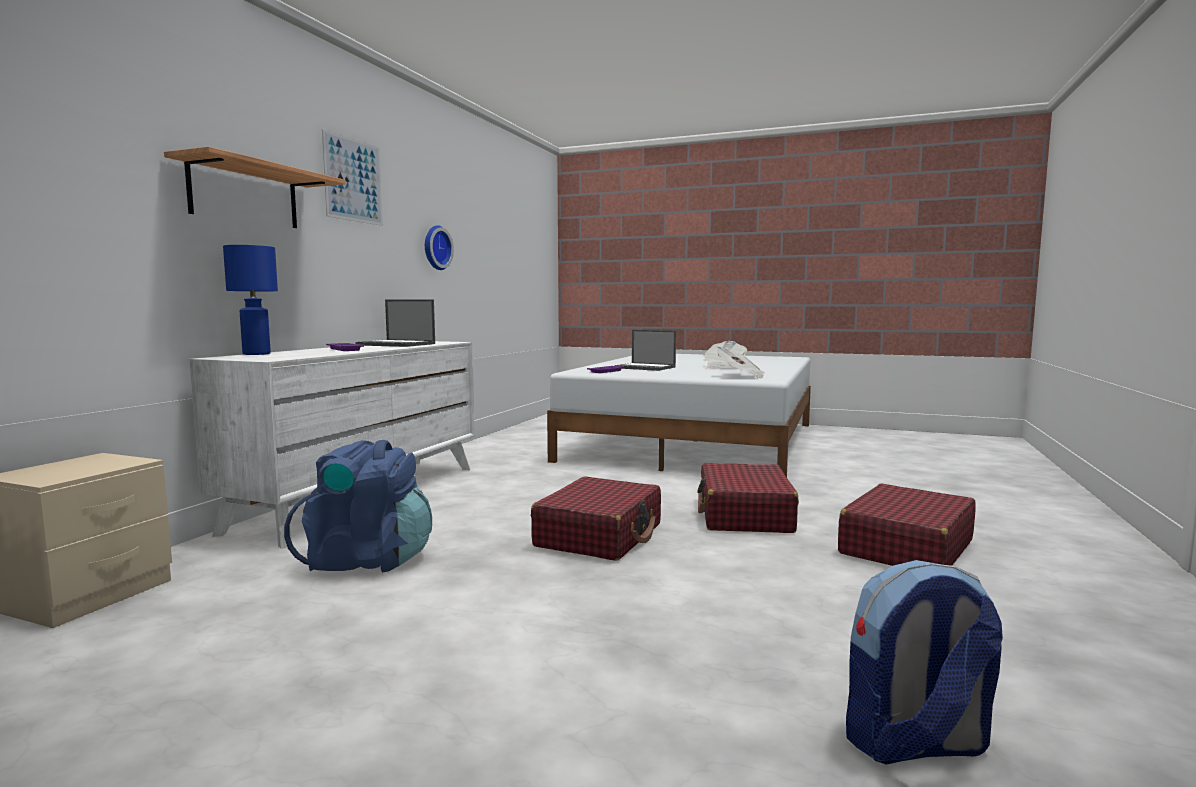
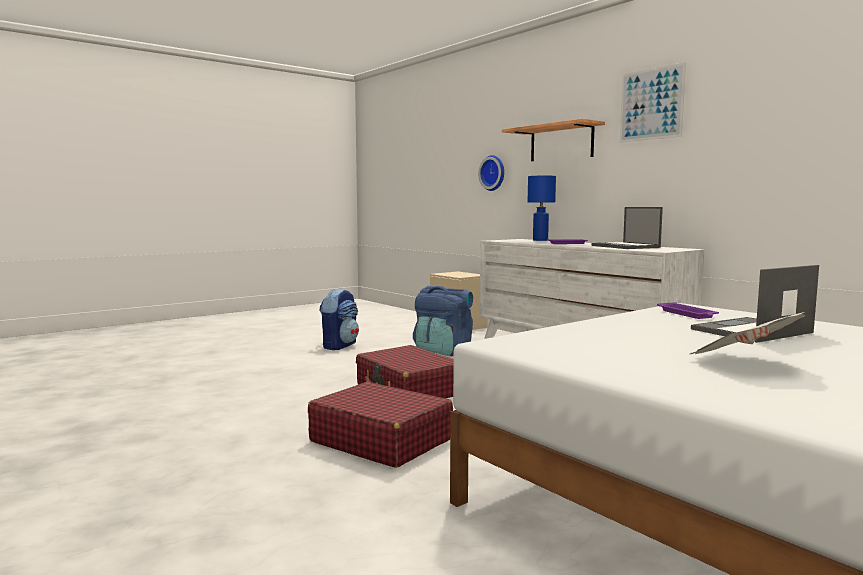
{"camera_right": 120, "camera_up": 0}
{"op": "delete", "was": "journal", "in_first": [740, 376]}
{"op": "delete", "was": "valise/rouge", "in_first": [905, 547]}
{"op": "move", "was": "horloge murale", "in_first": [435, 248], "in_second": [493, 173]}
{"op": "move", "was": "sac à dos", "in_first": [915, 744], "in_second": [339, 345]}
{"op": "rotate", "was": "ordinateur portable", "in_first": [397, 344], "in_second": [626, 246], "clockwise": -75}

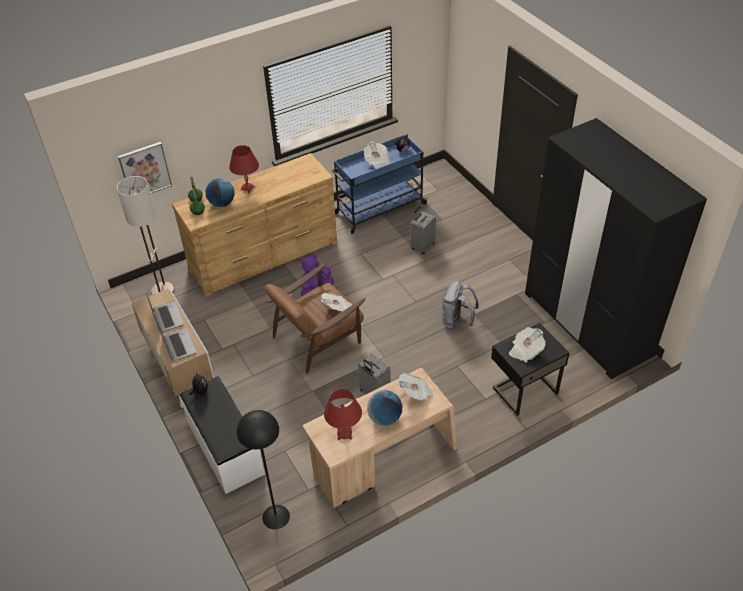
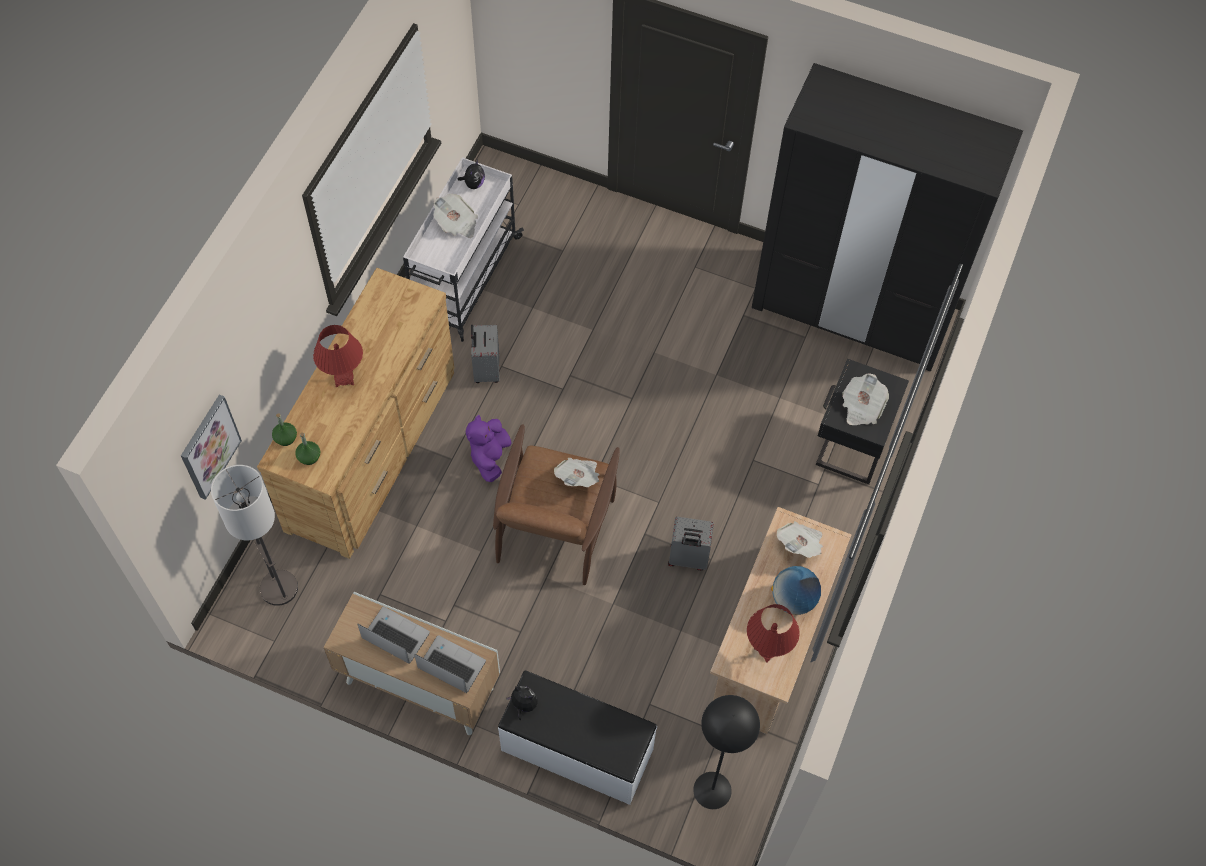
{"camera_right": -40, "camera_up": 15}
{"op": "delete", "was": "globe", "in_first": [222, 203]}
{"op": "delete", "was": "sac à dos/gris", "in_first": [457, 321]}
{"op": "move", "was": "valise/gris", "in_first": [422, 246], "in_second": [485, 370]}
{"op": "recolor", "was": "chariot/bleu", "now": "chariot/blanc", "in_first": [379, 209], "in_second": [464, 280]}

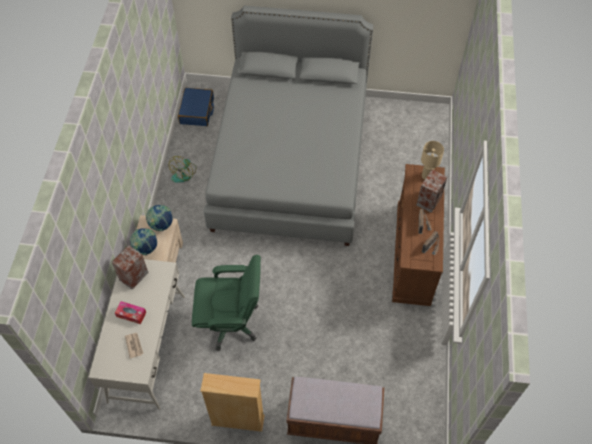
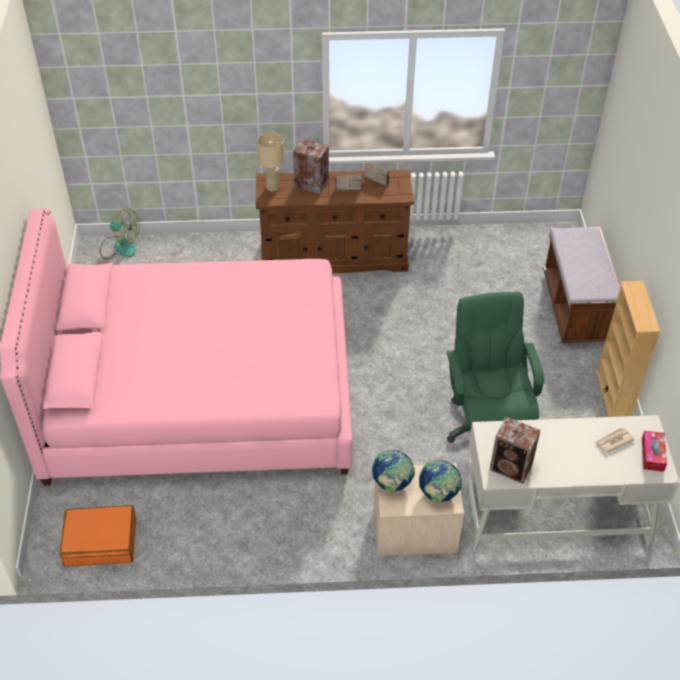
{"camera_right": -100, "camera_up": -10}
{"op": "move", "was": "boîte à mouchoirs", "in_first": [131, 314], "in_second": [652, 454]}
{"op": "move", "was": "ventilateur", "in_first": [184, 173], "in_second": [120, 246]}
{"op": "recolor", "was": "valise/bleu", "now": "valise/orange", "in_first": [197, 111], "in_second": [101, 542]}
{"op": "recolor", "was": "lit/gris", "now": "lit/rose", "in_first": [290, 161], "in_second": [200, 396]}

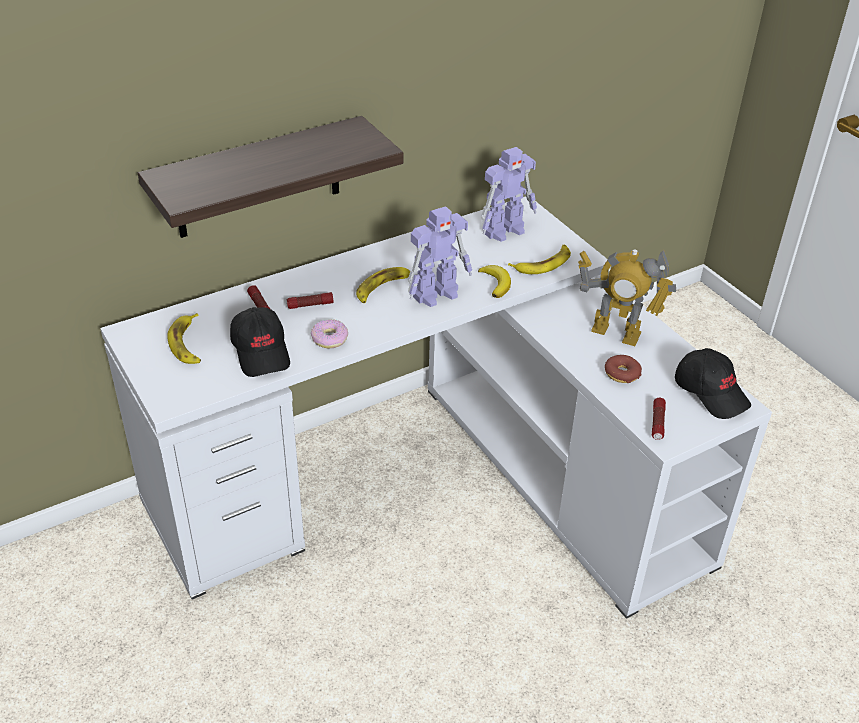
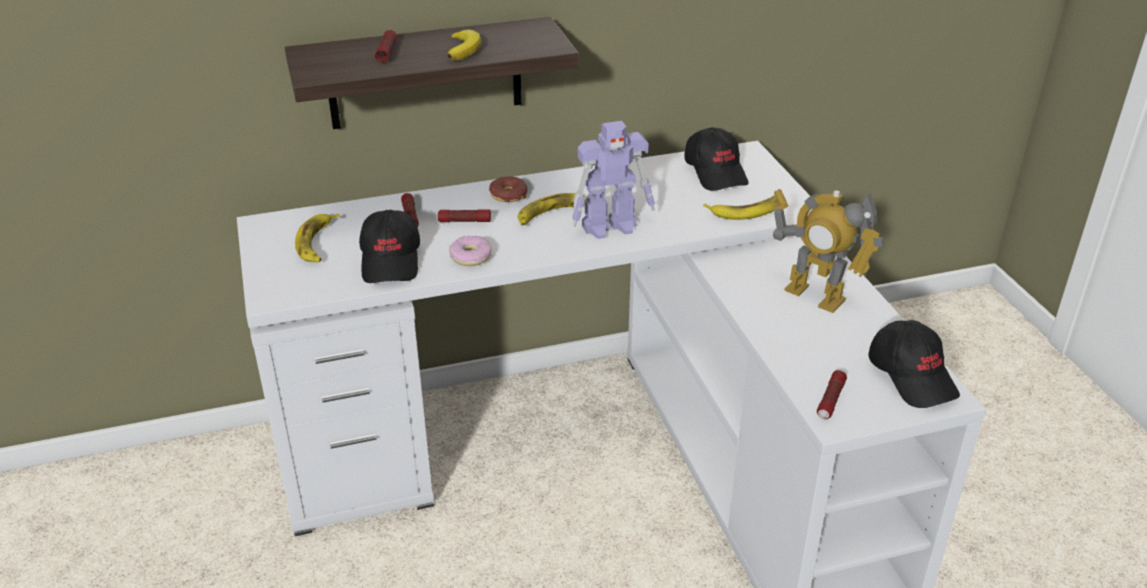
{"camera_right": 15, "camera_up": -5}
{"op": "insert", "now": "lampe de poche", "in_second": [386, 52]}
{"op": "move", "was": "banane", "in_first": [496, 283], "in_second": [464, 49]}
{"op": "move", "was": "beignet", "in_first": [621, 374], "in_second": [508, 195]}
{"op": "replace", "was": "robot jouet", "now": "casquette/noir", "in_first": [505, 230], "in_second": [716, 172]}

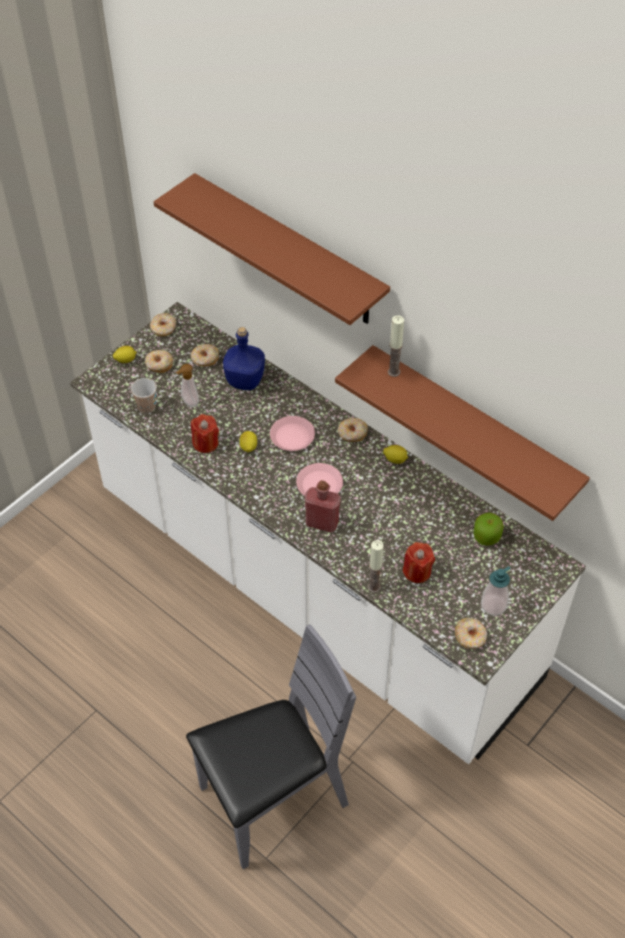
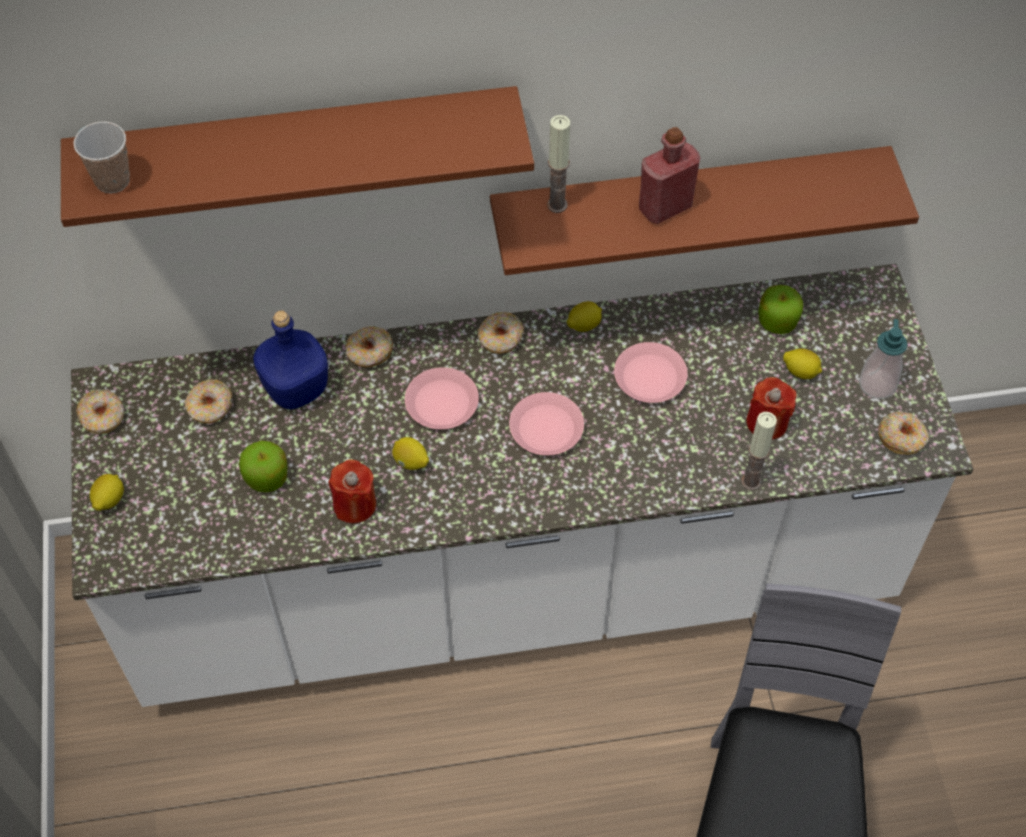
{"camera_right": -50, "camera_up": 5}
{"op": "insert", "now": "assiette/rose", "in_second": [649, 377]}
{"op": "insert", "now": "citron", "in_second": [800, 371]}
{"op": "move", "was": "tasse", "in_first": [146, 407], "in_second": [112, 181]}
{"op": "move", "was": "beignet", "in_first": [159, 365], "in_second": [369, 352]}
{"op": "move", "was": "bouteille/rouge", "in_first": [322, 523], "in_second": [665, 207]}
{"op": "replace", "was": "distributeur de savon", "now": "pomme", "in_first": [189, 403], "in_second": [266, 477]}

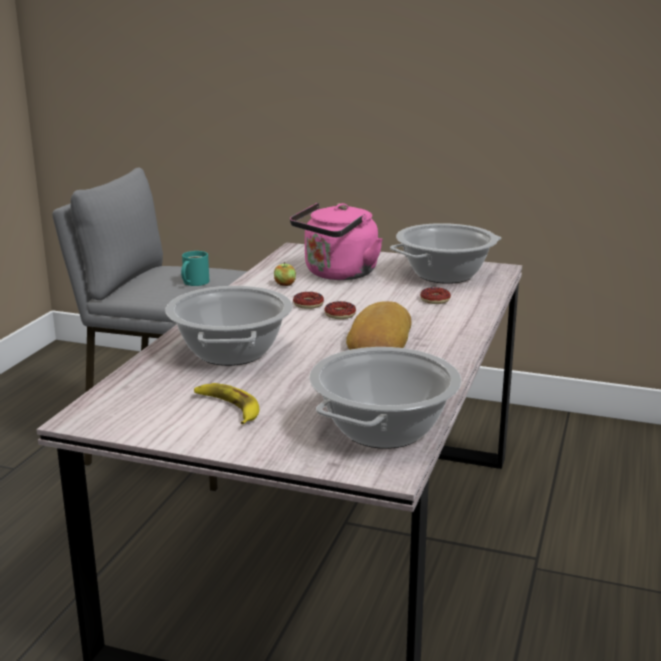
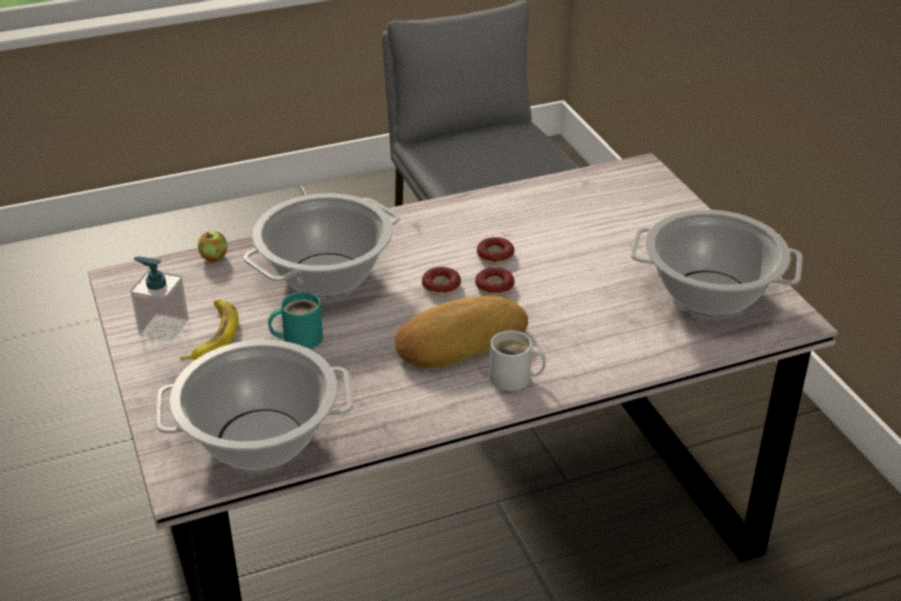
{"camera_right": 50, "camera_up": 15}
{"op": "delete", "was": "bouilloire/rose", "in_first": [338, 274]}
{"op": "insert", "now": "distributeur de savon", "in_second": [163, 327]}
{"op": "insert", "now": "mug/blanc", "in_second": [514, 379]}
{"op": "move", "was": "mug/turquoise", "in_first": [194, 282], "in_second": [299, 337]}
{"op": "move", "was": "pomme", "in_first": [285, 284], "in_second": [214, 257]}
{"op": "move", "was": "beignet", "in_first": [435, 300], "in_second": [441, 286]}

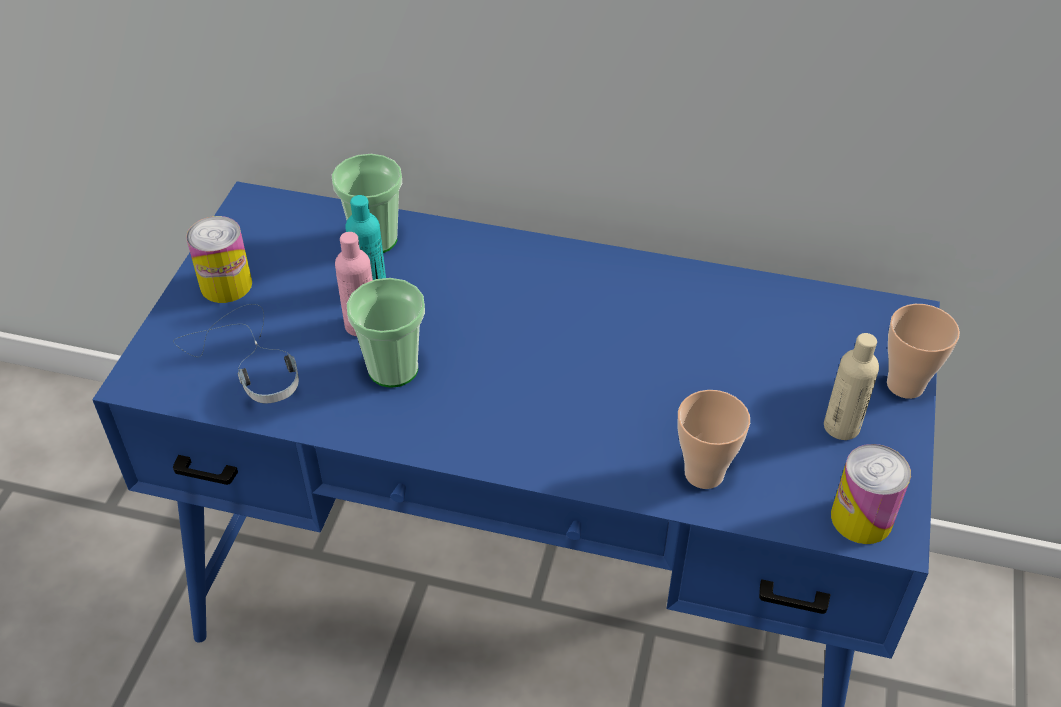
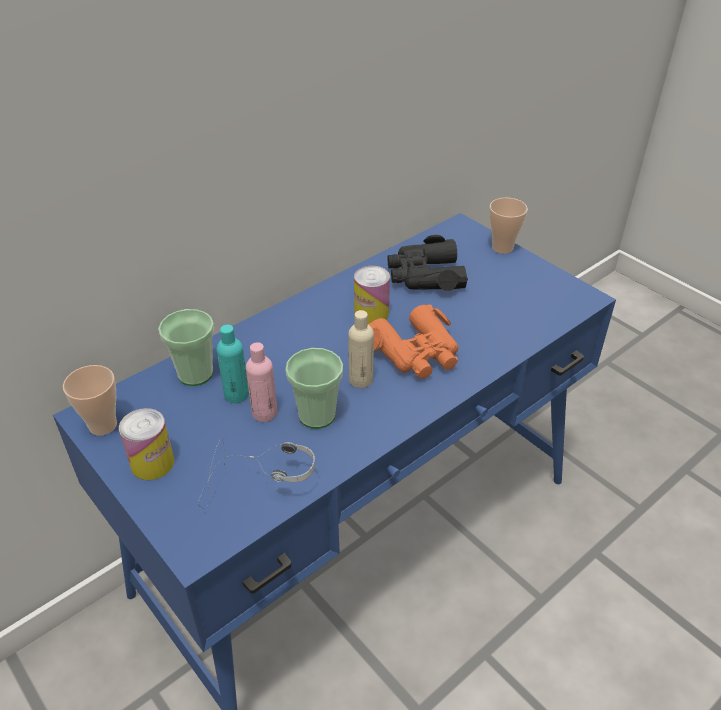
{"camera_right": -55, "camera_up": -5}
{"op": "insert", "now": "jumelles/orange", "in_second": [416, 352]}
{"op": "insert", "now": "jumelles/noir", "in_second": [425, 275]}
{"op": "move", "was": "tasse", "in_first": [704, 473], "in_second": [103, 425]}
{"op": "move", "was": "bouteille/beige", "in_first": [841, 426], "in_second": [361, 380]}
{"op": "move", "was": "boîte métallique", "in_first": [861, 518], "in_second": [371, 313]}

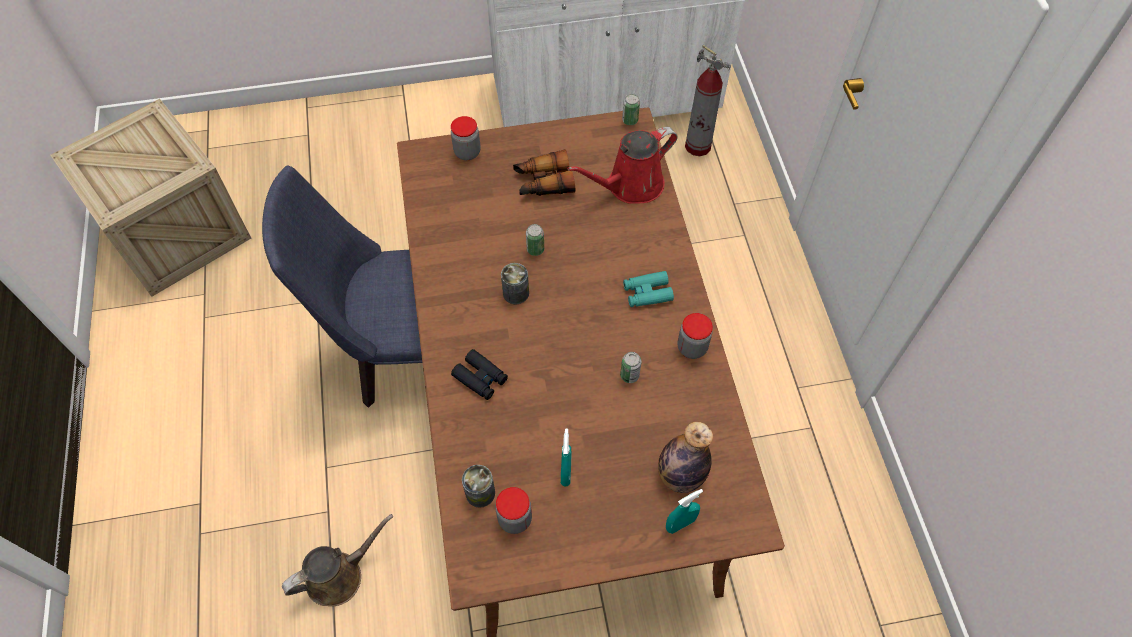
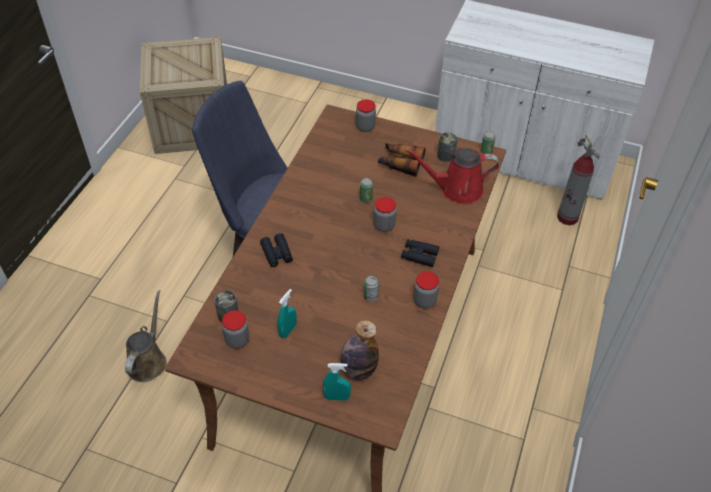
{"camera_right": 30, "camera_up": -10}
{"op": "insert", "now": "bocal", "in_second": [384, 225]}
{"op": "move", "was": "boîte métallique", "in_first": [516, 293], "in_second": [446, 156]}
{"op": "recolor", "was": "jumelles/turquoise", "now": "jumelles/noir", "in_first": [647, 293], "in_second": [419, 255]}
{"op": "rotate", "was": "arrosoir/marron", "in_first": [339, 575], "in_second": [148, 360], "clockwise": -75}

